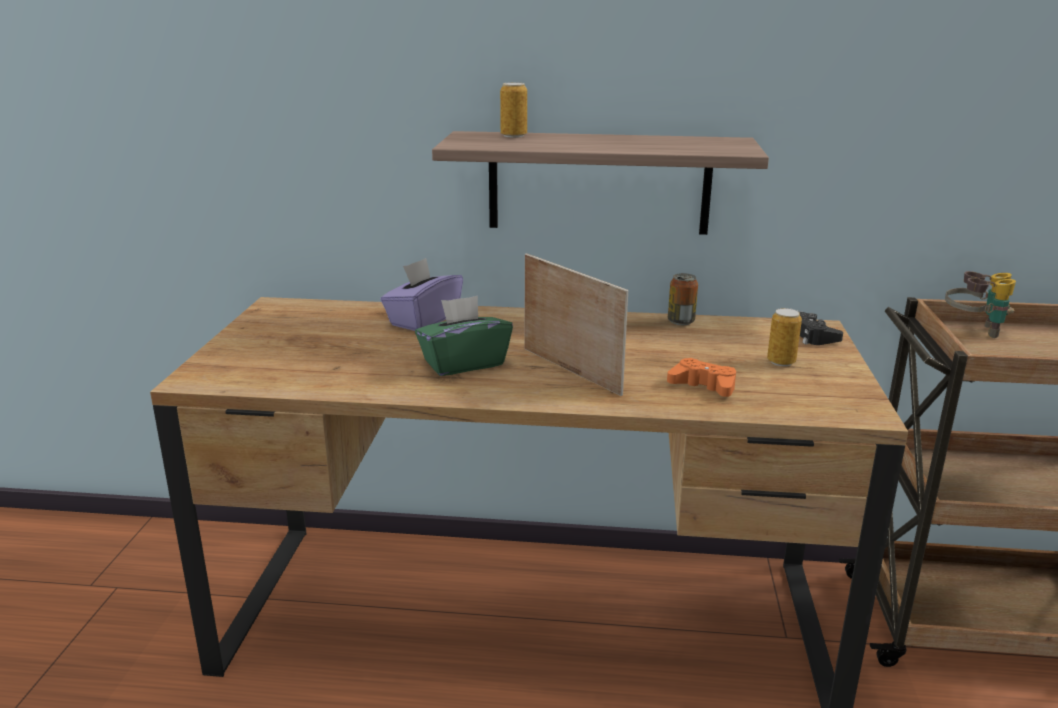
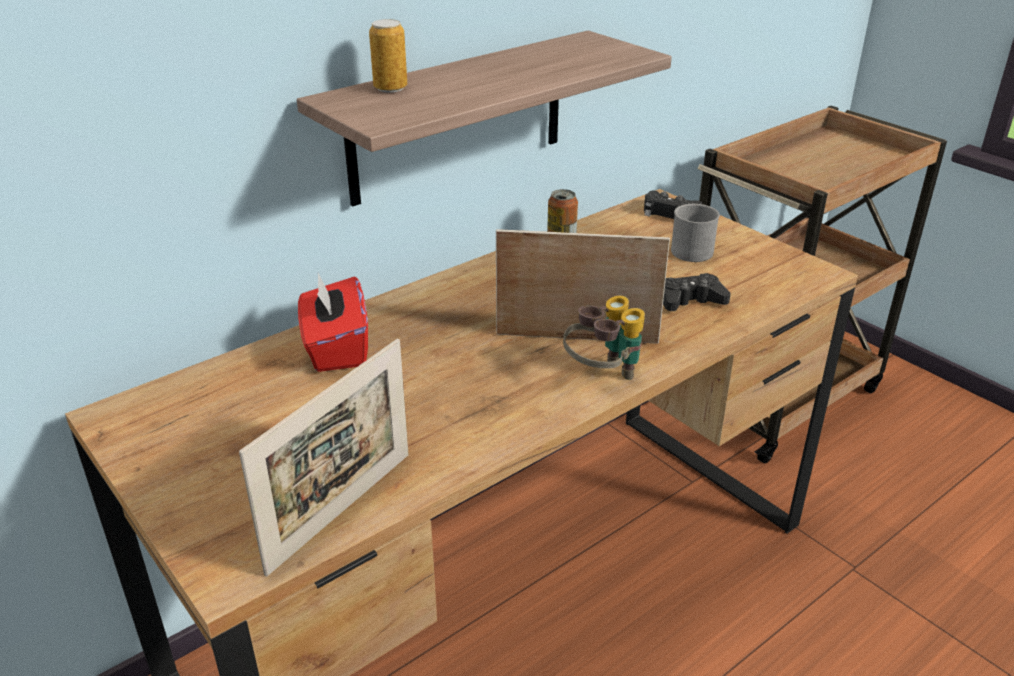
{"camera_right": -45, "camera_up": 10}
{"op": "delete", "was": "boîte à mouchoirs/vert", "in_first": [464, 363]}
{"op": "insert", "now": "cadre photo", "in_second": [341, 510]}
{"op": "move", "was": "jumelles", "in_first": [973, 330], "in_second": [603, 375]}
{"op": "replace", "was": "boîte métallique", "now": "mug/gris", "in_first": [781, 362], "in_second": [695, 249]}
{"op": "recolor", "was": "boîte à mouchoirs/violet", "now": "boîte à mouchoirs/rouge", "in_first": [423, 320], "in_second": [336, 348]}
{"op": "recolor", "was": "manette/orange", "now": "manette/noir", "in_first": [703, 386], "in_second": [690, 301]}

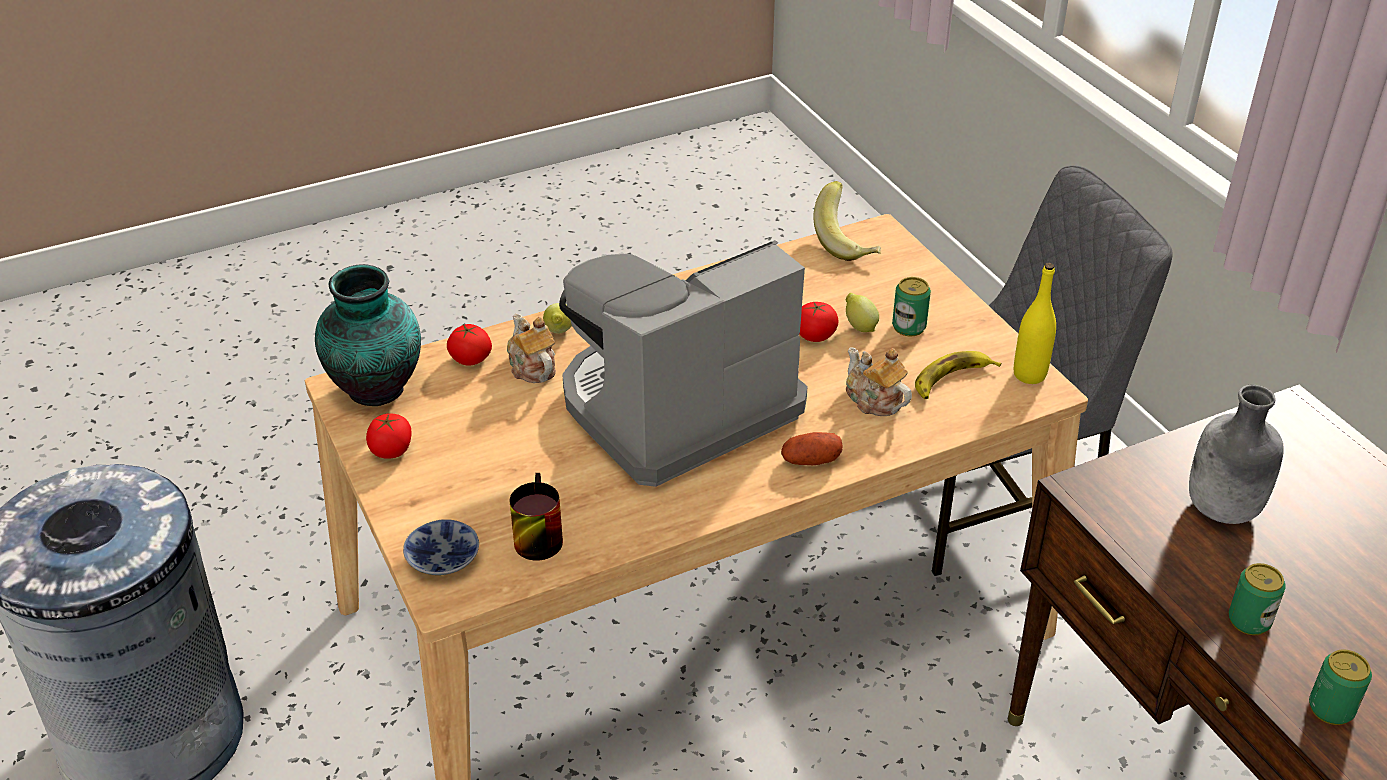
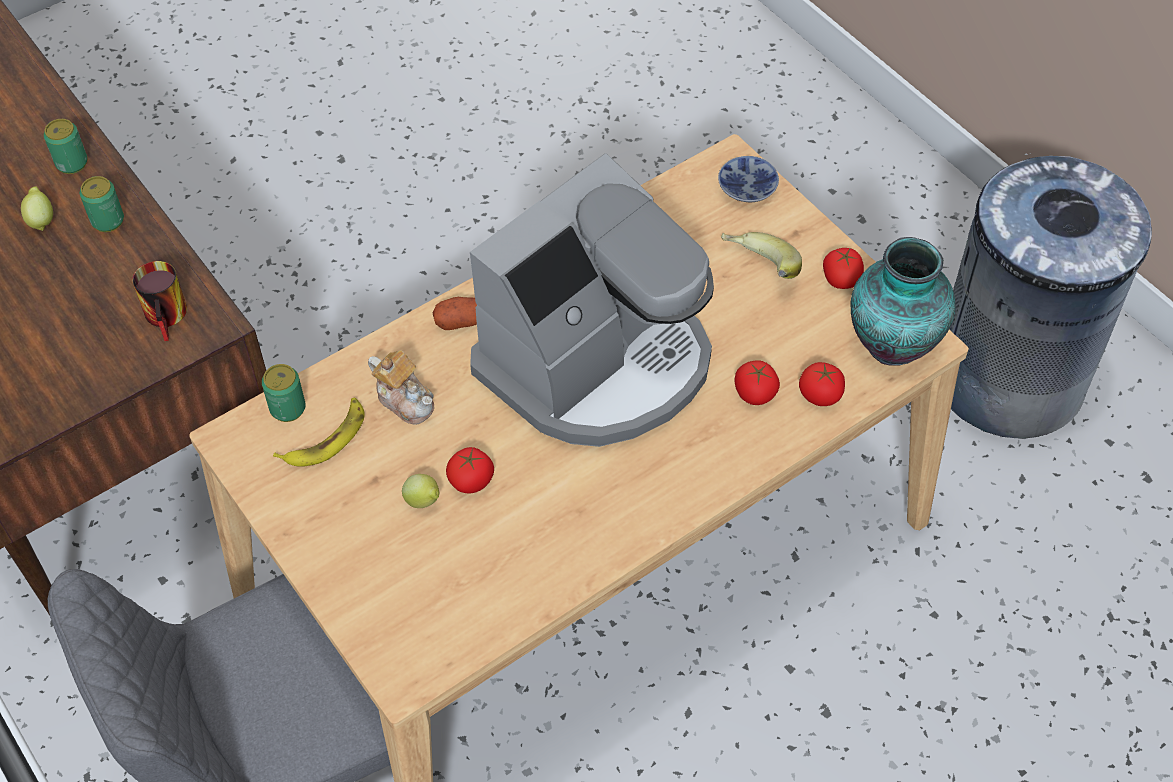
{"camera_right": 170, "camera_up": 15}
{"op": "delete", "was": "bouteille/jaune", "in_first": [1029, 375]}
{"op": "delete", "was": "bouteille/gris", "in_first": [1222, 510]}
{"op": "move", "was": "mug", "in_first": [534, 536], "in_second": [170, 316]}
{"op": "move", "was": "citron", "in_first": [559, 333], "in_second": [41, 220]}
{"op": "move", "was": "banane", "in_first": [848, 242], "in_second": [757, 270]}
{"op": "move", "was": "boîte métallique", "in_first": [909, 327], "in_second": [287, 408]}
{"op": "replace", "was": "théière", "now": "tomate", "in_first": [531, 367], "in_second": [754, 393]}

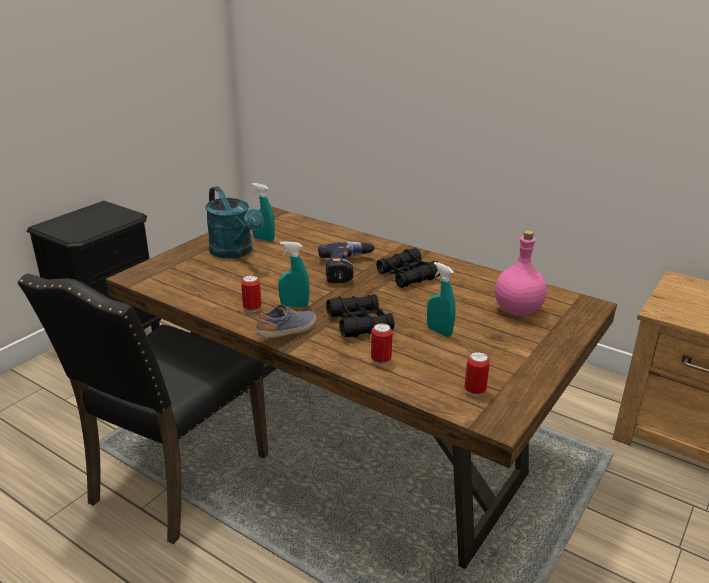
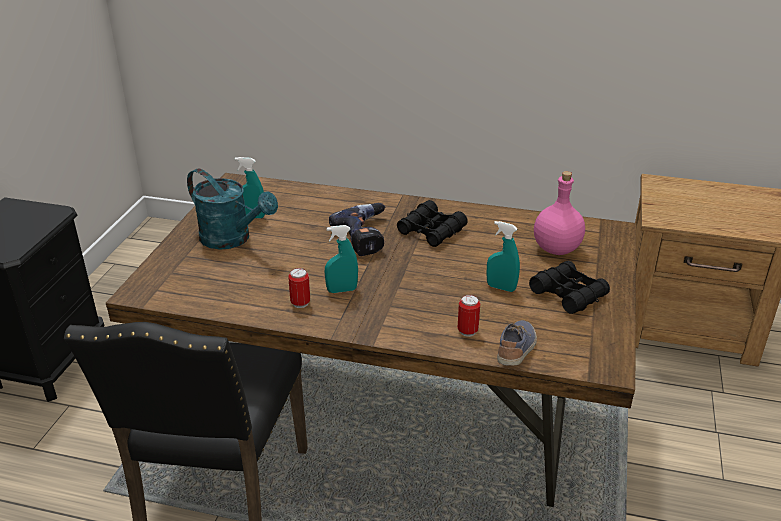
{"camera_right": -20, "camera_up": 5}
{"op": "delete", "was": "boîte métallique", "in_first": [475, 391]}
{"op": "move", "was": "chaussure", "in_first": [288, 332], "in_second": [516, 351]}
{"op": "move", "was": "jumelles/noir", "in_first": [360, 323], "in_second": [568, 294]}

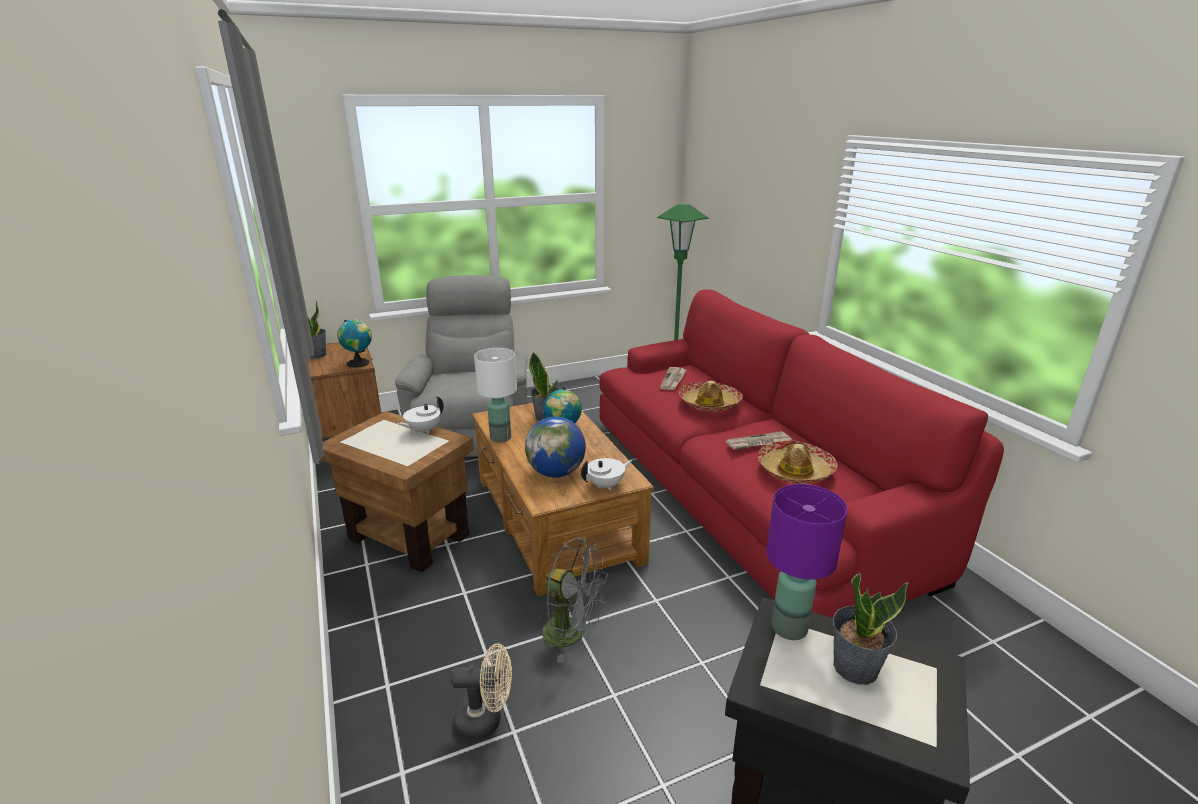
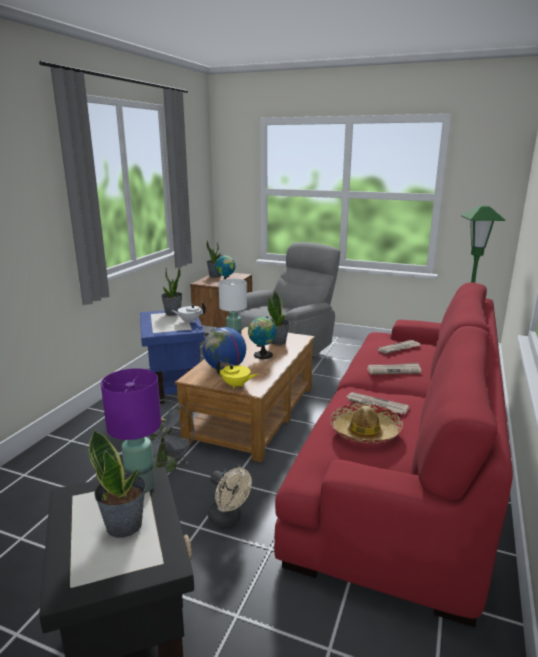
{"camera_right": 45, "camera_up": -5}
{"op": "insert", "now": "plante en pot", "in_second": [173, 313]}
{"op": "move", "was": "ventilateur/beige", "in_first": [486, 720], "in_second": [228, 519]}
{"op": "replace", "was": "chapeau", "now": "journal", "in_first": [709, 403], "in_second": [394, 370]}
{"op": "recolor", "was": "table d'appoint/marron", "now": "table d'appoint/bleu", "in_first": [409, 535], "in_second": [175, 386]}
{"op": "recolor", "was": "théière/blanc", "now": "théière/jaune", "in_first": [606, 485], "in_second": [236, 385]}

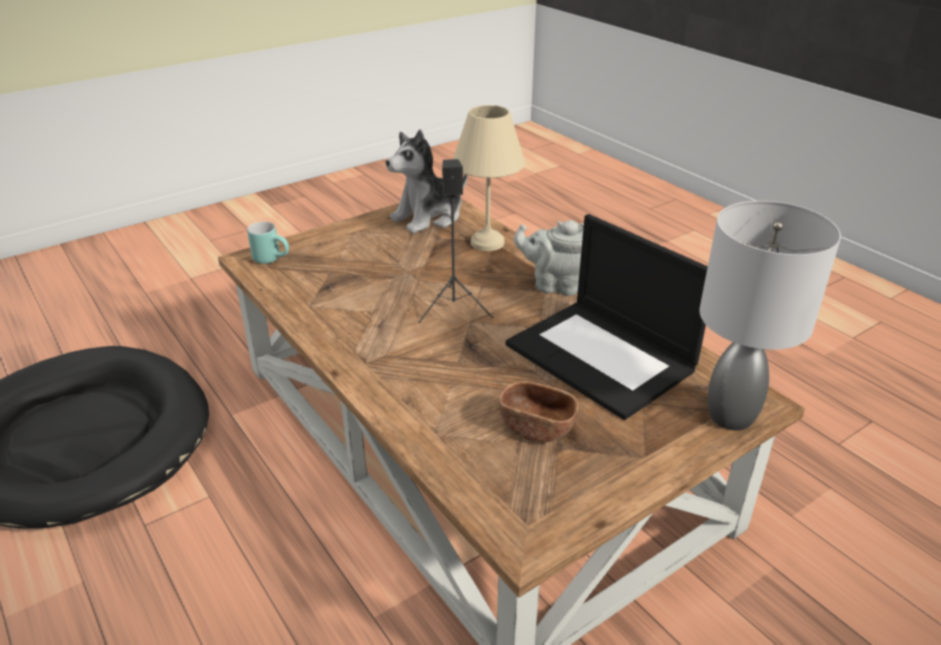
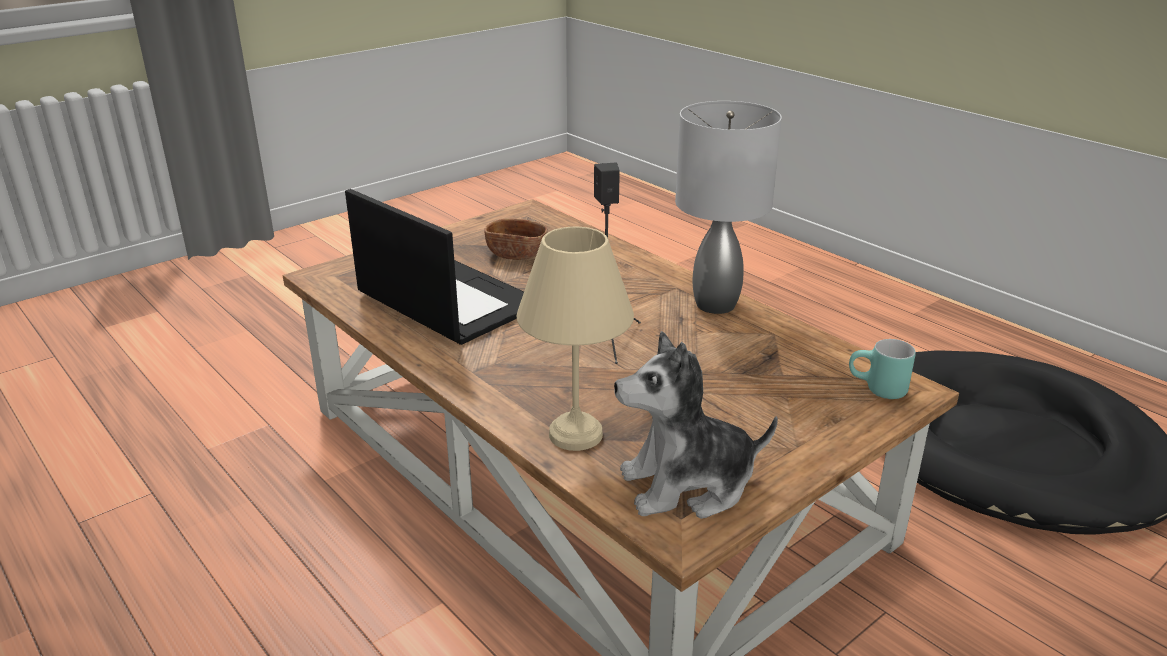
{"camera_right": 175, "camera_up": -5}
{"op": "delete", "was": "théière/gris", "in_first": [554, 285]}
{"op": "move", "was": "lampe de table/gris", "in_first": [732, 417], "in_second": [714, 304]}
{"op": "rotate", "was": "peluche", "in_first": [428, 217], "in_second": [687, 485], "clockwise": -150}

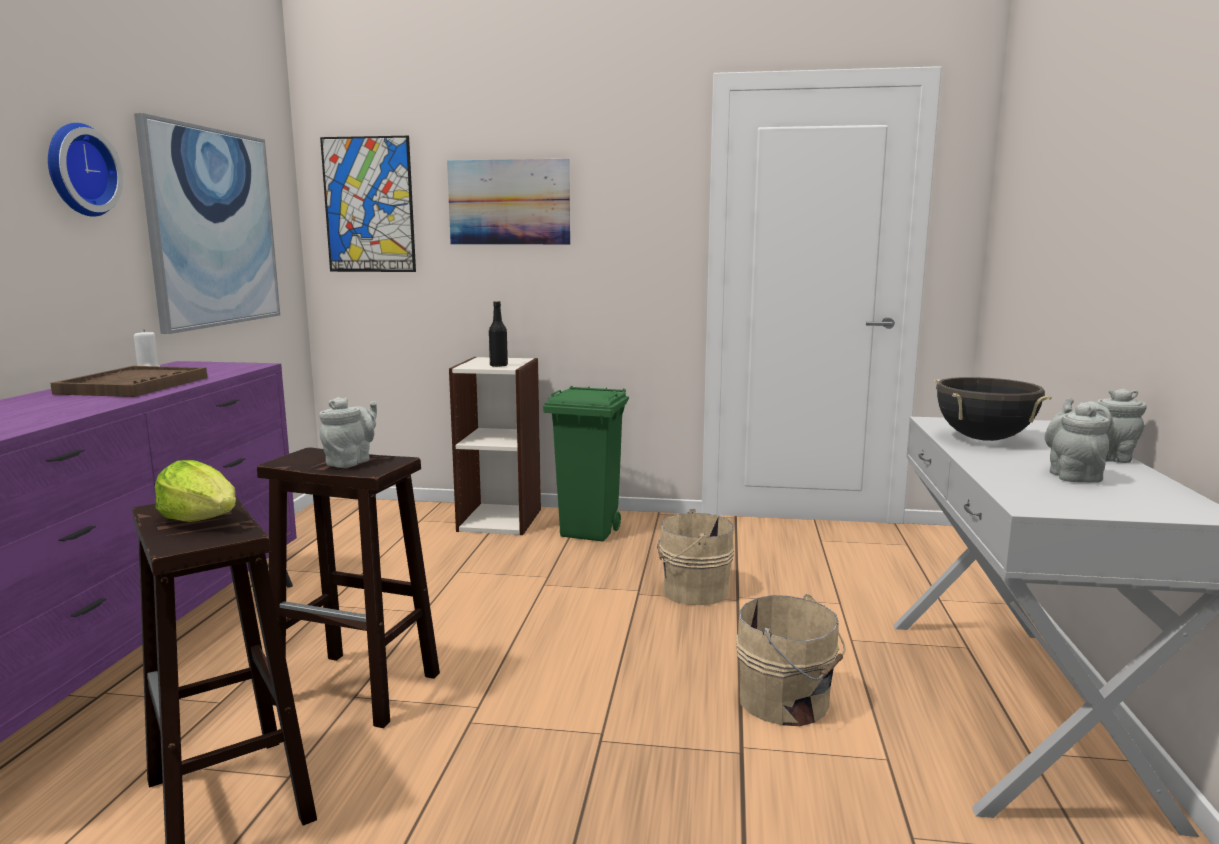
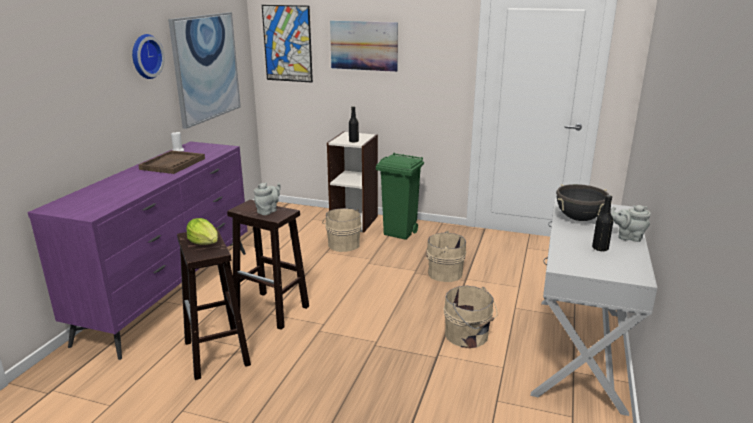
{"camera_right": 10, "camera_up": 10}
{"op": "insert", "now": "seau/beige", "in_second": [343, 244]}
{"op": "replace", "was": "théière/gris", "now": "bouteille/noir", "in_first": [1072, 475], "in_second": [600, 248]}

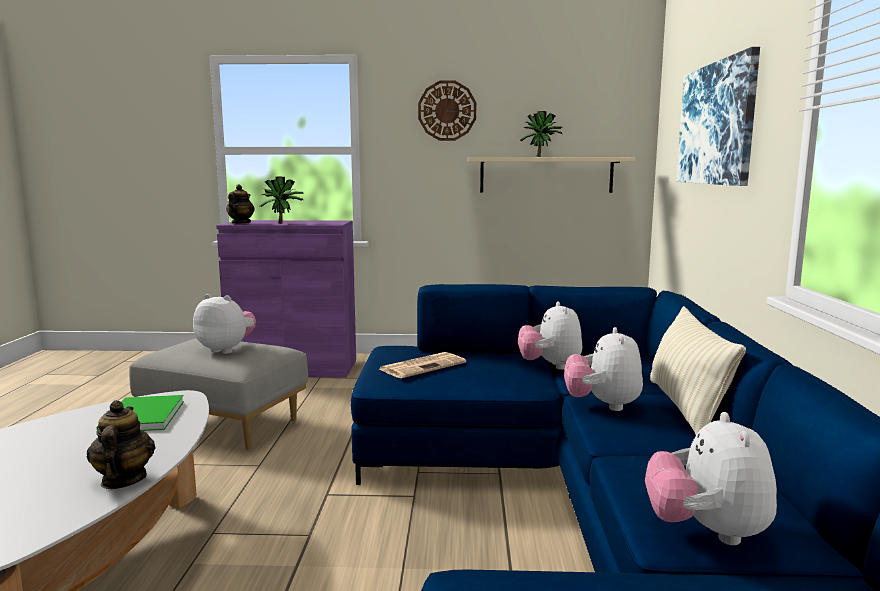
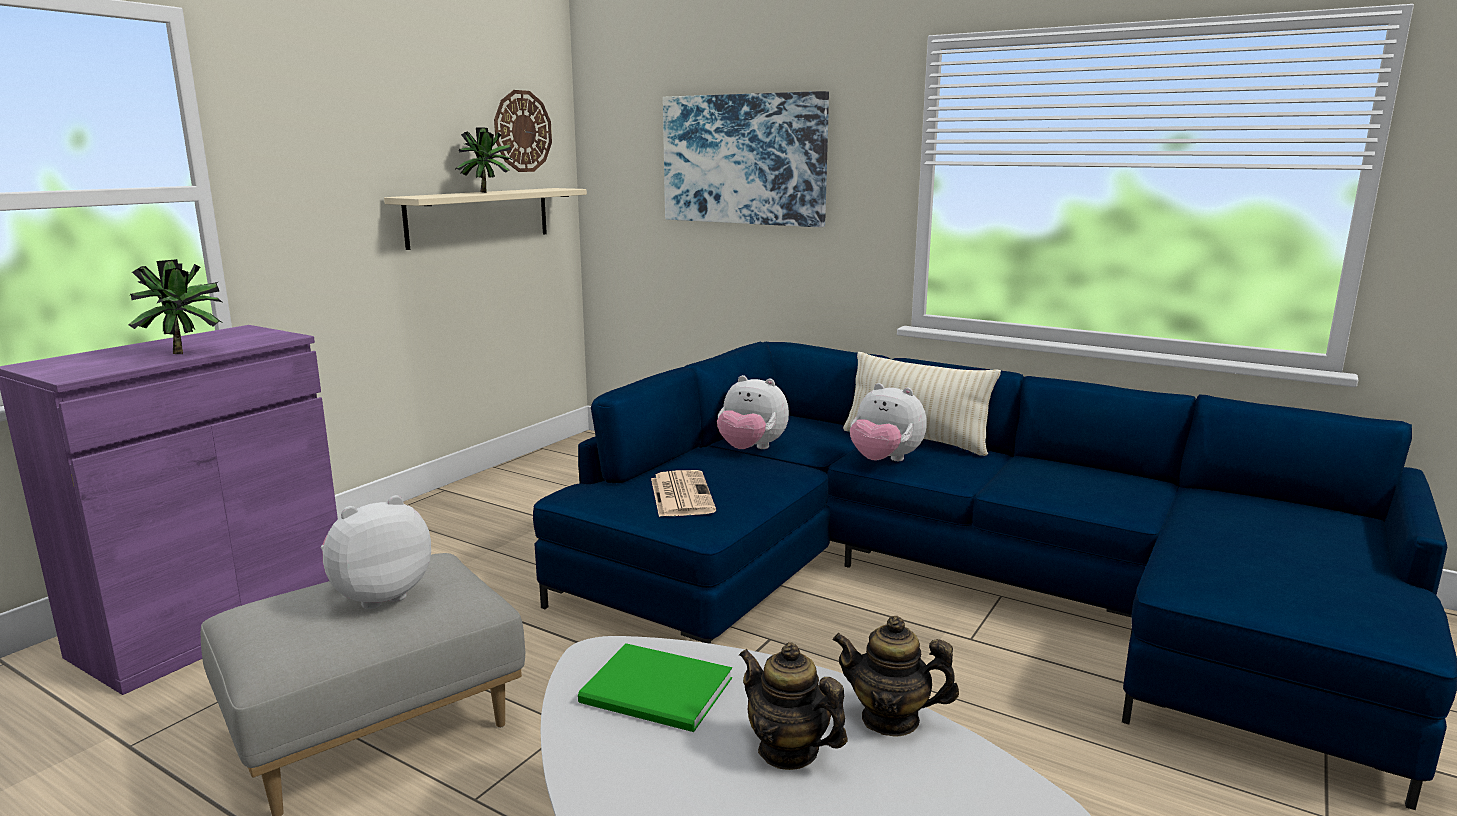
{"camera_right": -60, "camera_up": 5}
{"op": "delete", "was": "peluche", "in_first": [707, 532]}
{"op": "move", "was": "théière", "in_first": [240, 223], "in_second": [788, 751]}
{"op": "move", "was": "horloge murale", "in_first": [447, 111], "in_second": [522, 131]}

